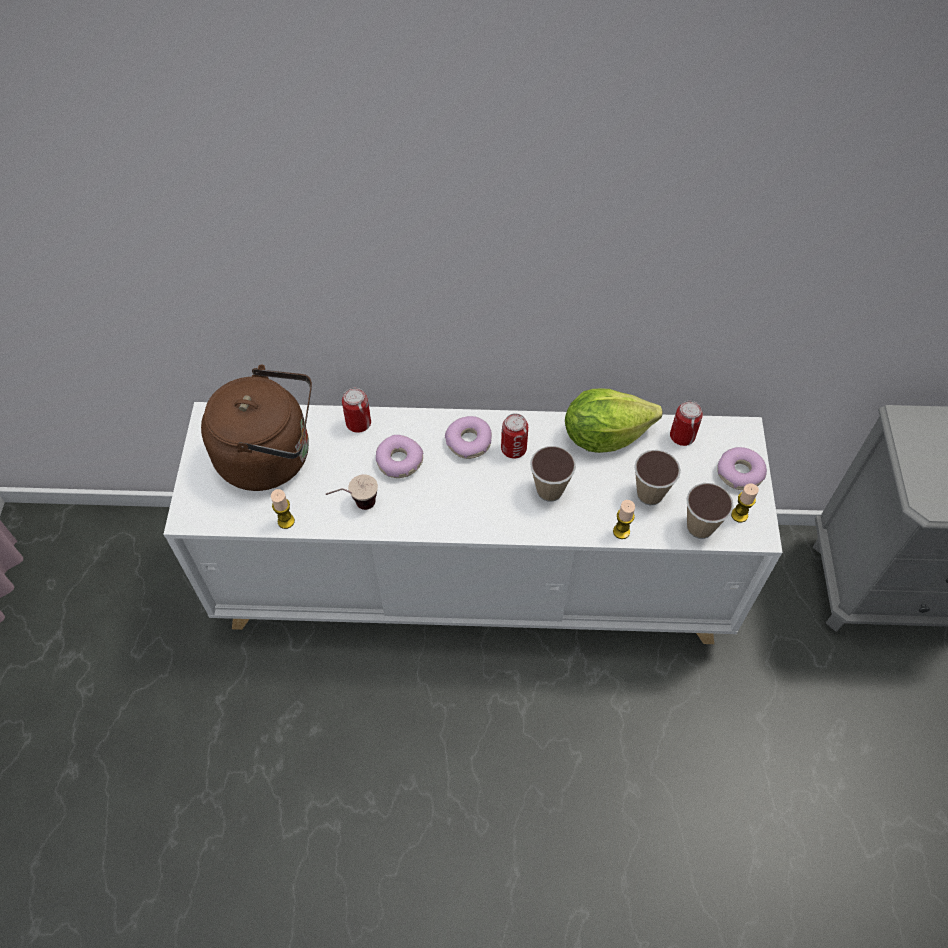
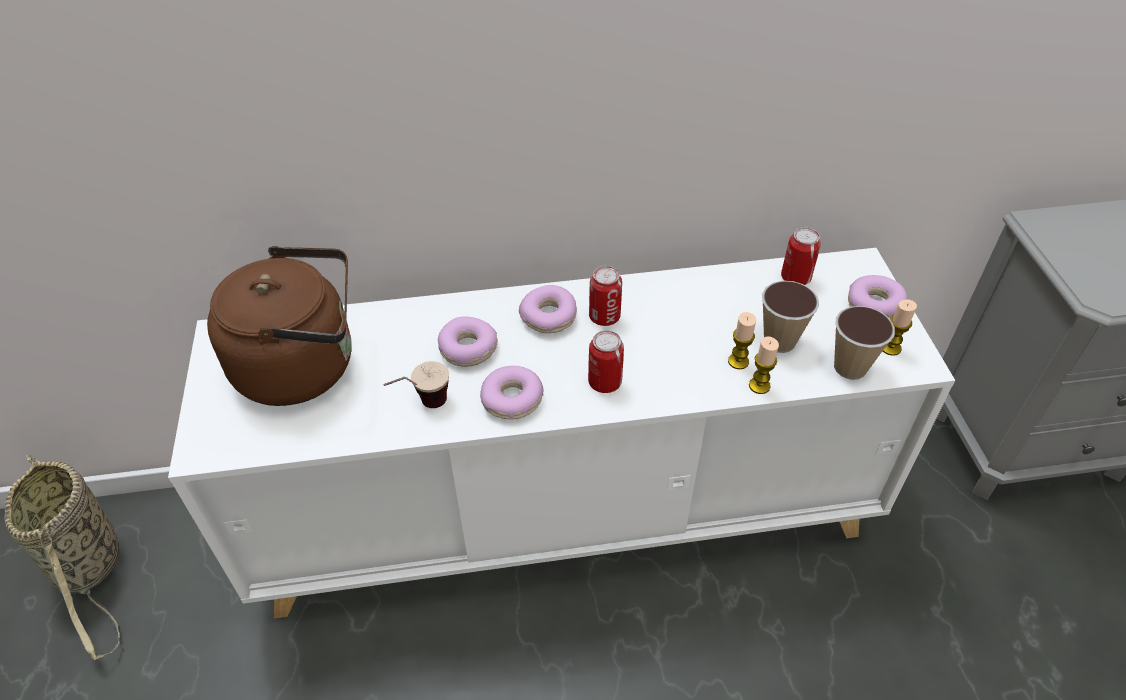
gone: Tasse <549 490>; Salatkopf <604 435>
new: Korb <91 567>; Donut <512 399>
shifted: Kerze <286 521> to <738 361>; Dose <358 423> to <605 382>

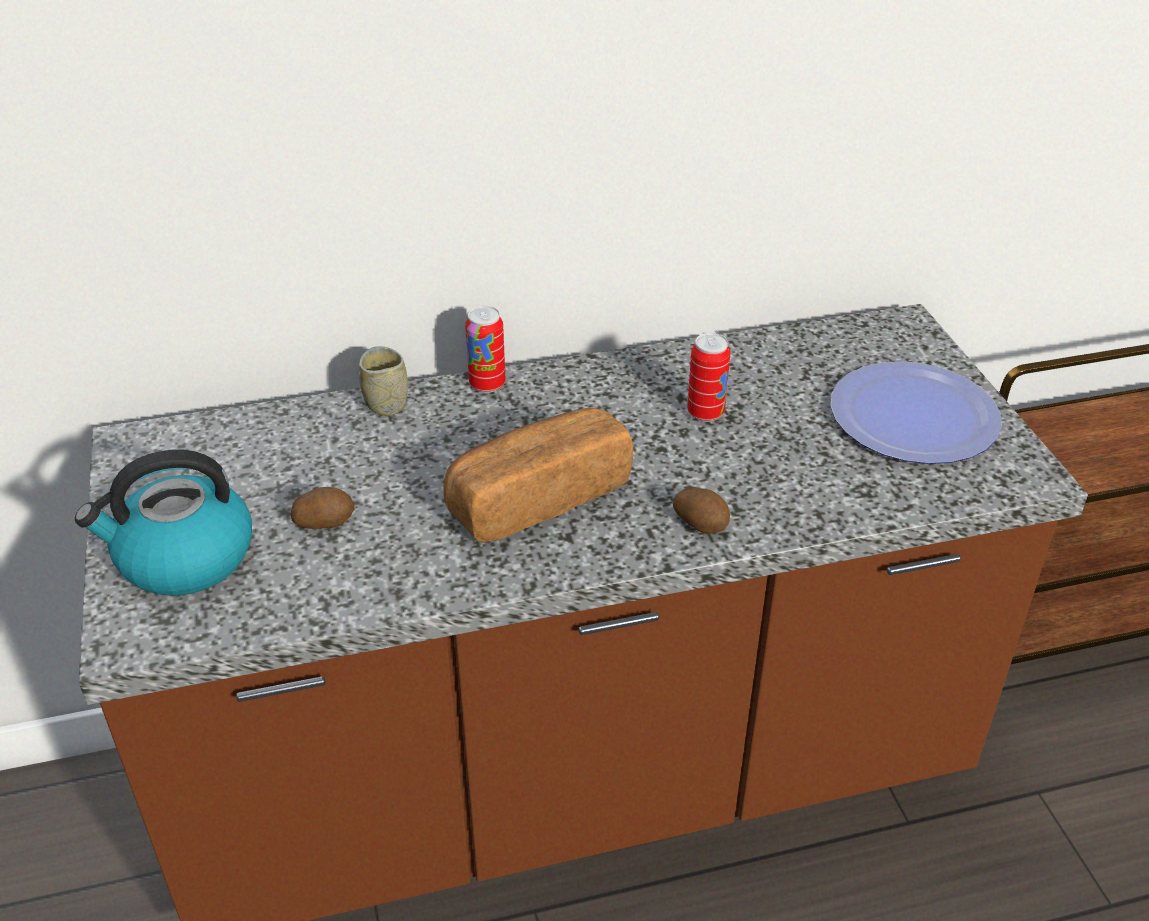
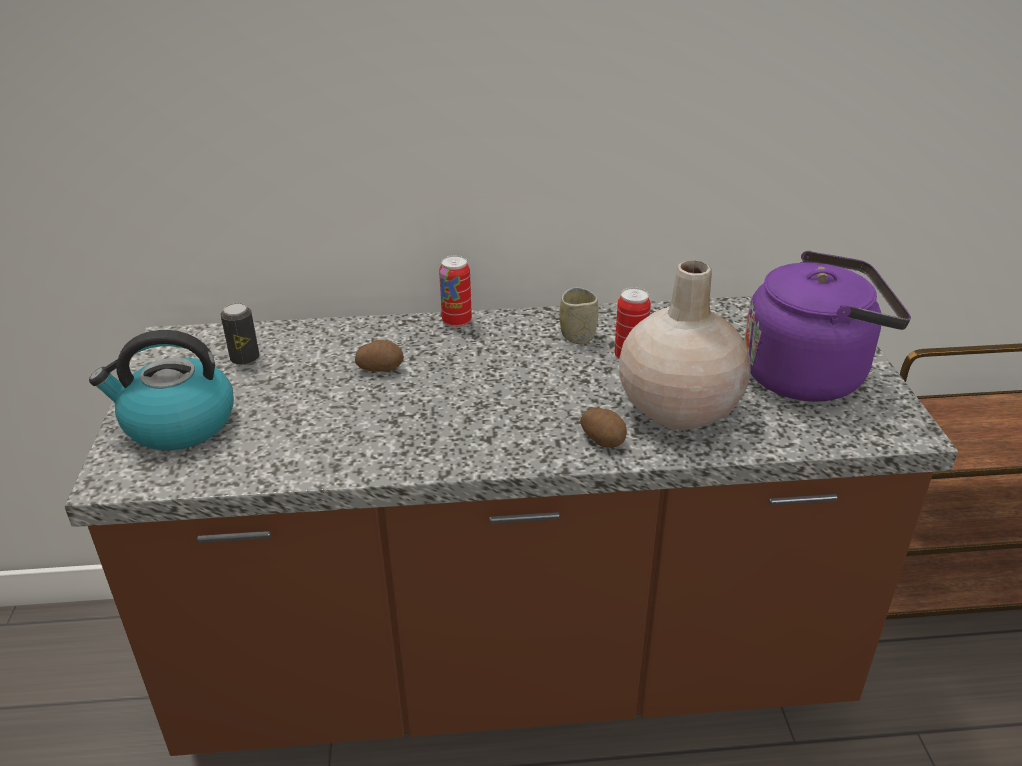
gone: Brot <537 497>
new: Dose <245 358>; Vase [beige] <678 407>
shifted: Kartoffel <324 521> to <380 367>; Tasse <386 404> to <578 336>
swapped: Teller <914 416> to Wasserkessel [lila] <810 375>

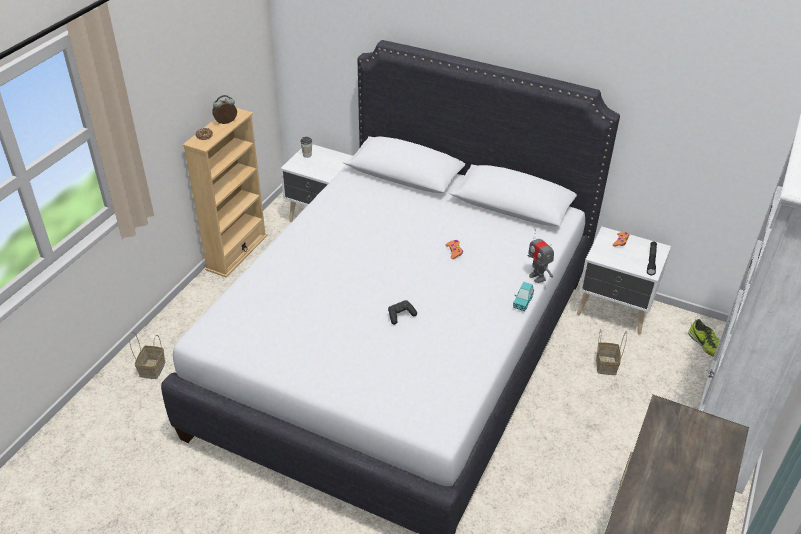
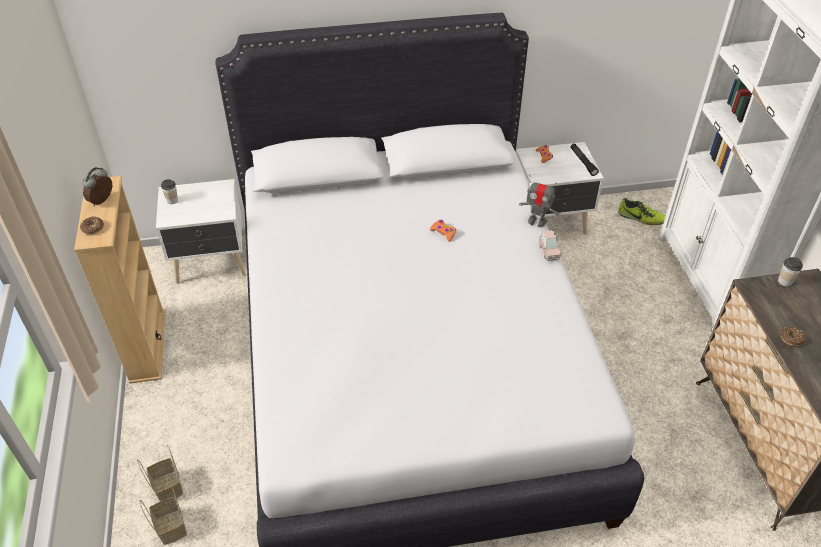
gone: Gamepad [schwarz] <400 315>
new: Tasse <784 281>; Donut <791 339>
shifted: Korb <605 364> to <167 486>
repainted: Spielzeugauto [türkis] <522 302> to Spielzeugauto [rosa] <549 252>

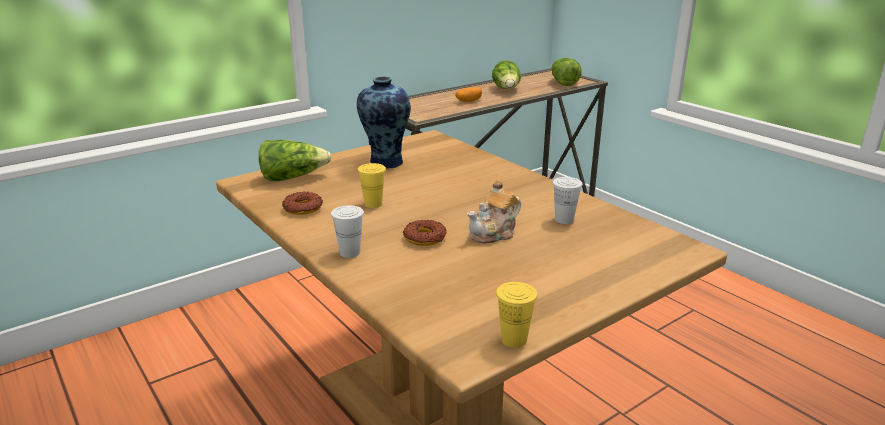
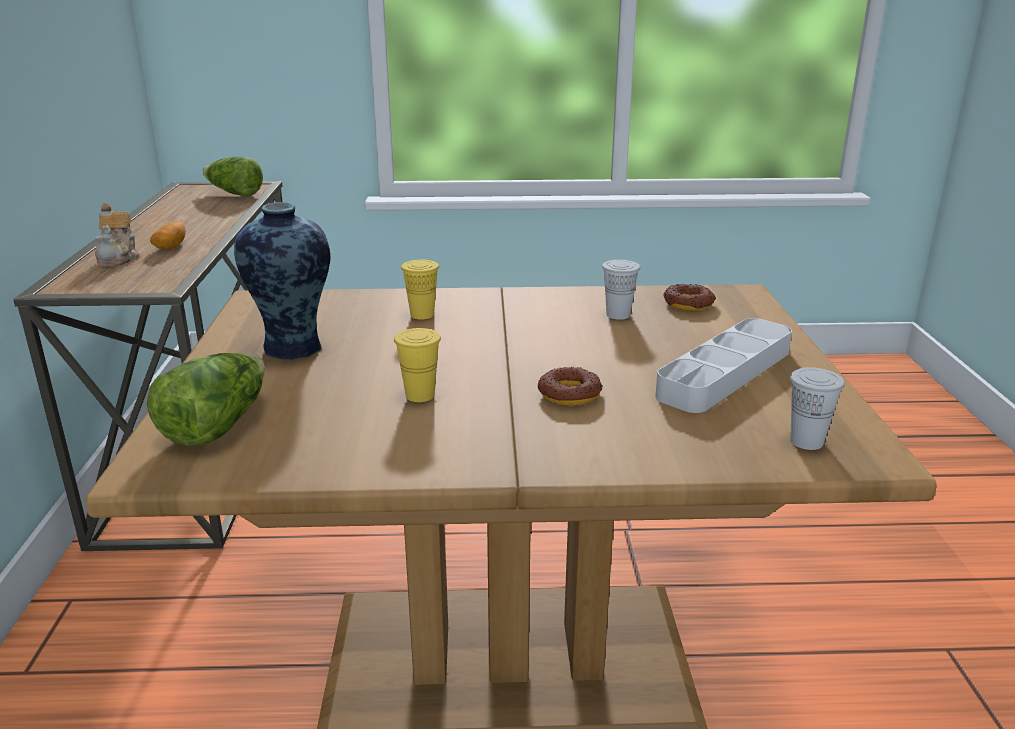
gone: Salatkopf <507 90>
new: Tablett [grau] <725 373>
shifted: Donut <302 208> to <688 304>; Tasse [weiß] <350 252> to <806 441>; Teekanne <494 234> to <119 258>; Tasse [gelb] <514 340> to <422 315>

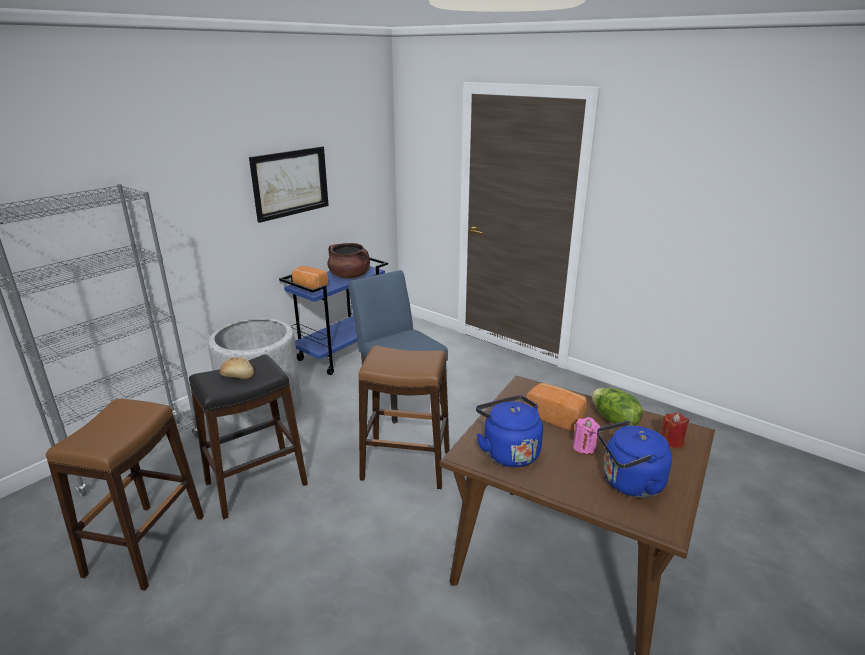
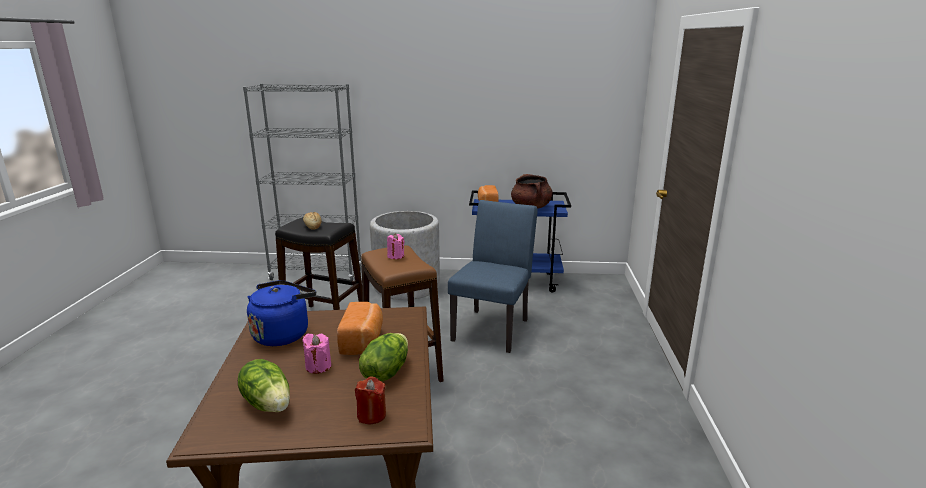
gone: Hocker [braun] <146 544>; Bild <290 183>
new: Kerze [rosa] <396 256>
swapped: Wasserkessel [blau] <629 483> to Salatkopf <268 403>

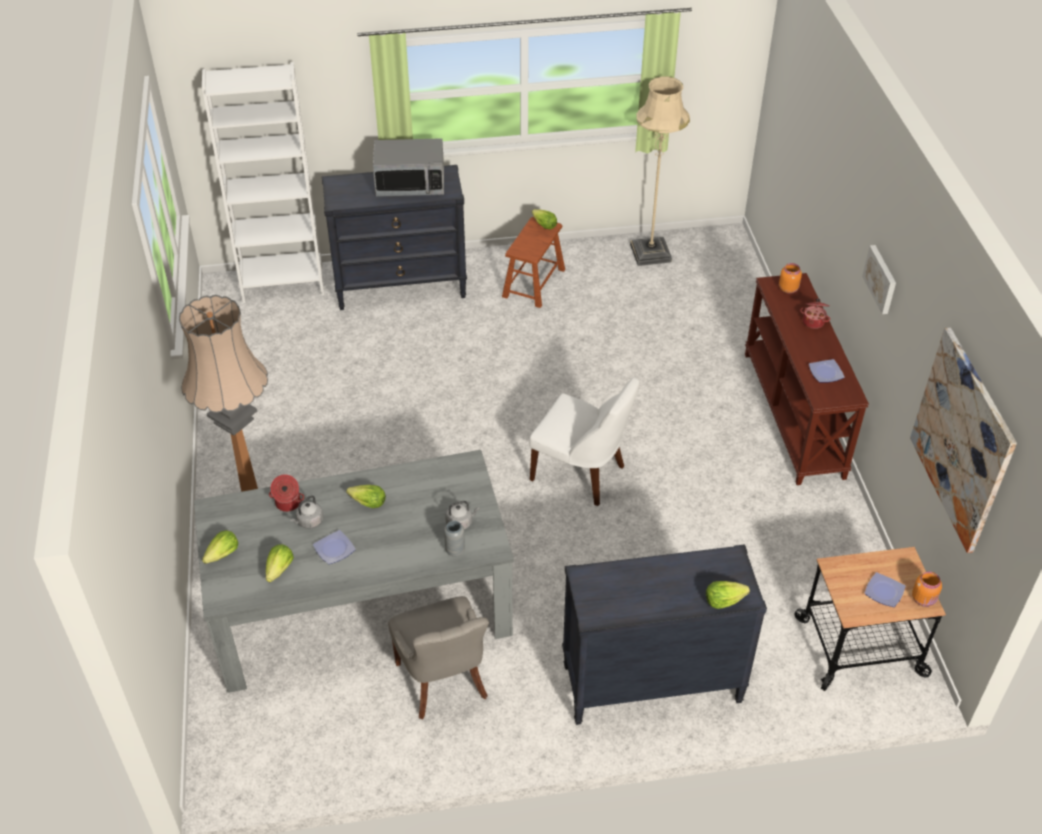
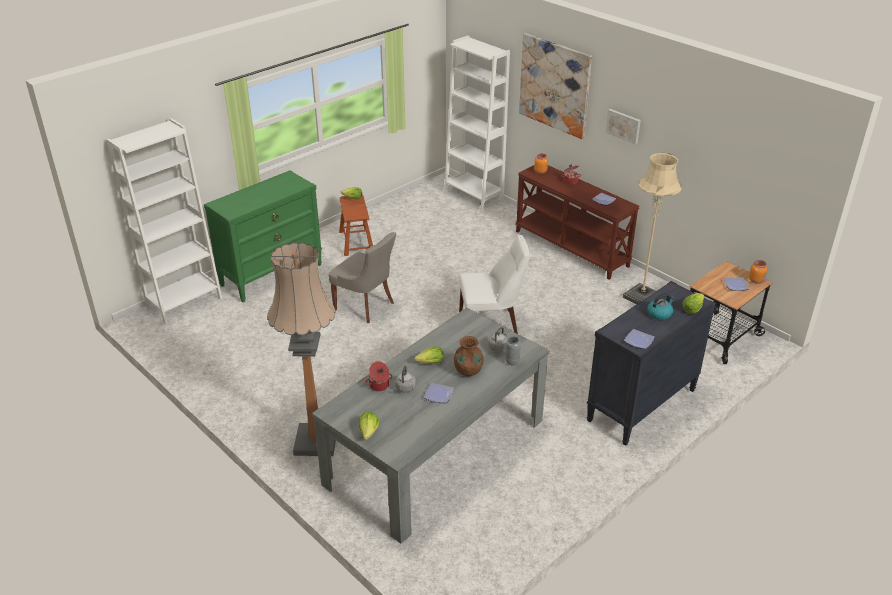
gone: Salatkopf <280 570>; Mikrowelle <410 184>
new: Bücherregal [weiß] <473 196>; Vase [braun] <468 371>; Teller <639 341>; Wasserkessel <659 313>
shifted: Stuhl [grau] <443 682> to <365 306>; Stehlampe [beige] <650 253> to <642 297>; Bild <962 440> to <554 85>
repainted: Kommode [schwarz] <401 287> to Kommode [grün] <272 274>

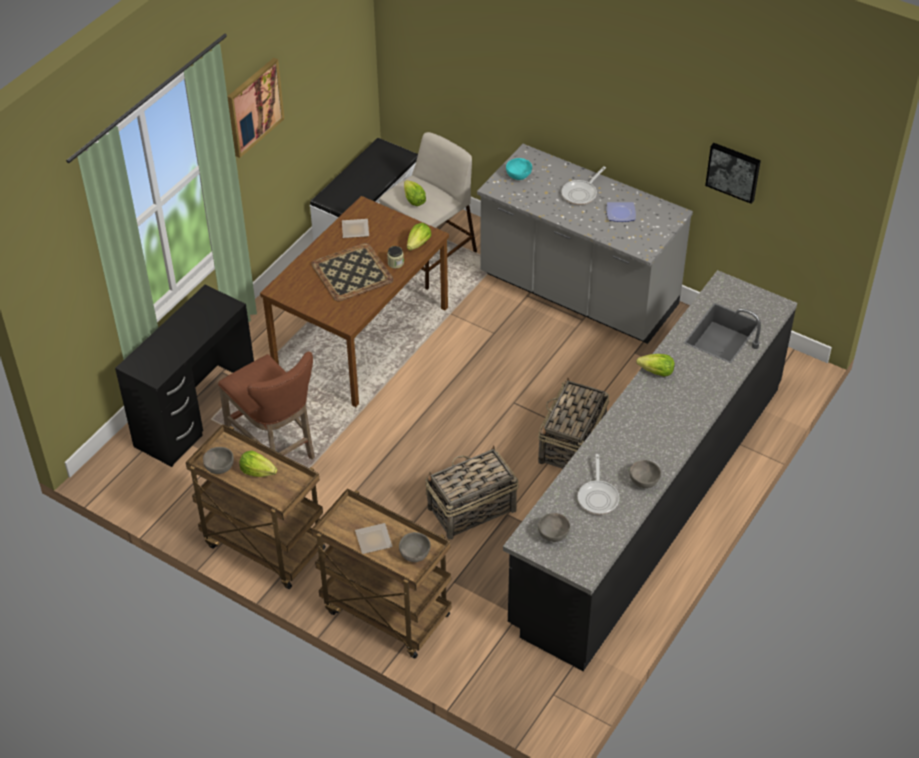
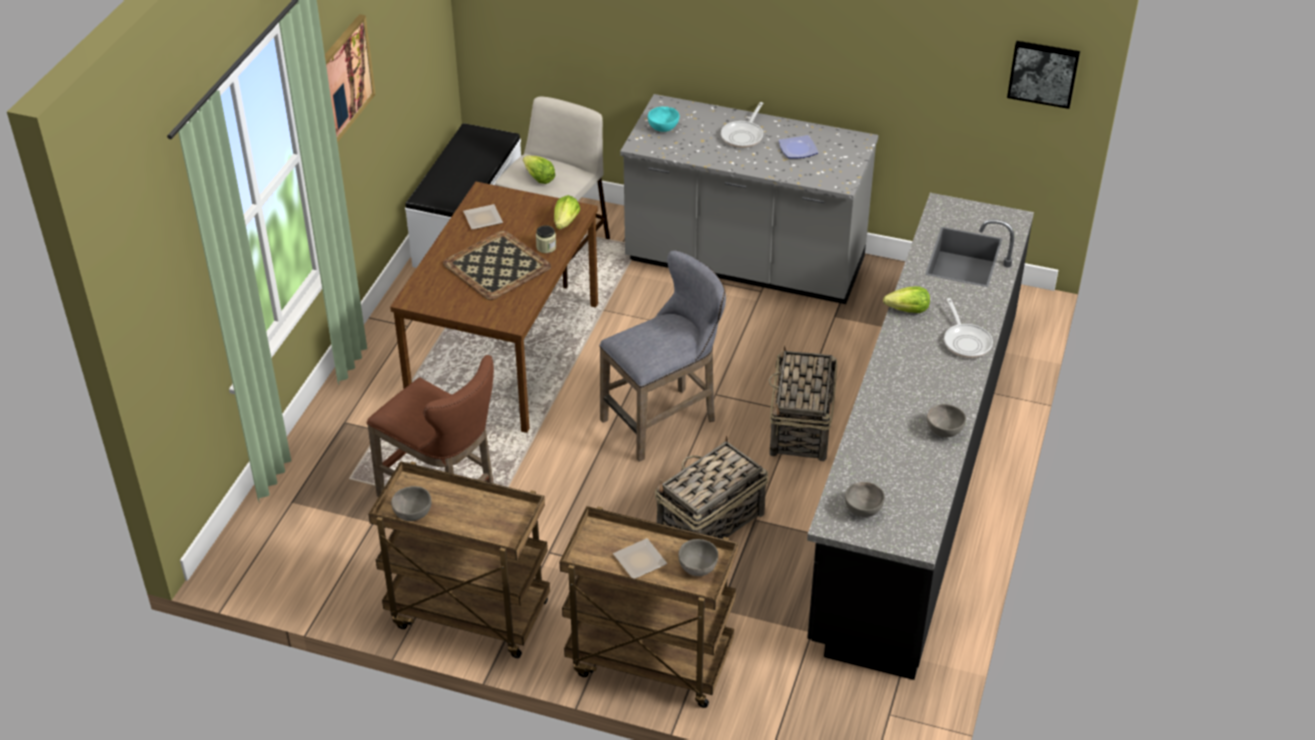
gone: Schreibtisch [schwarz] <196 413>; Salatkopf <257 471>
new: Hocker [grau] <665 420>
shifted: Pfanne <598 497> to <966 341>; Bild <734 171> to <1043 72>

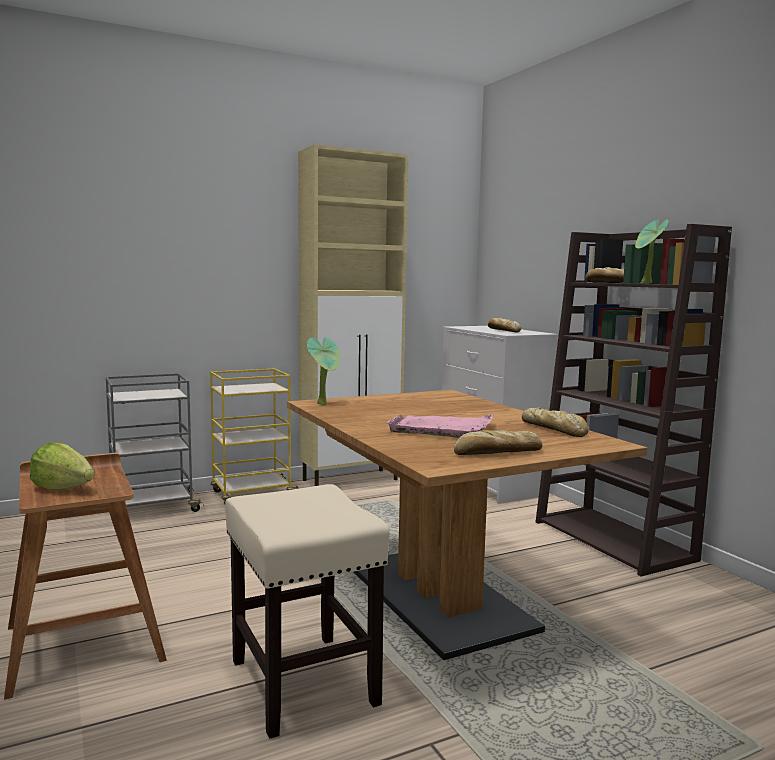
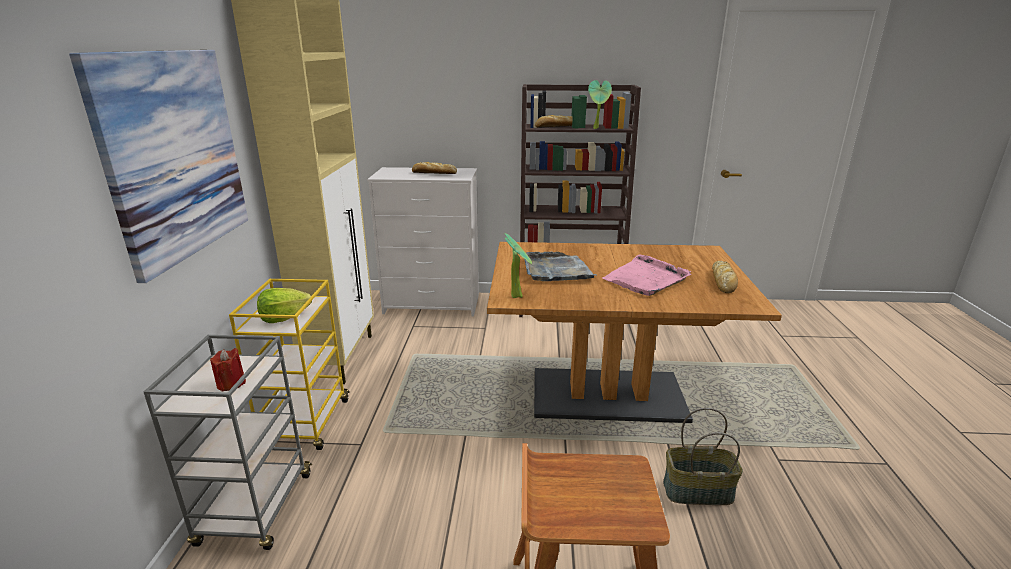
gone: Brot <554 429>
new: Bild <174 156>; Kerze [rot] <231 383>; Tablett [grau] <556 270>
shifted: Salatkopf <63 488> to <284 318>
swapped: Hocker [beige] <302 681> to Korb <697 492>

